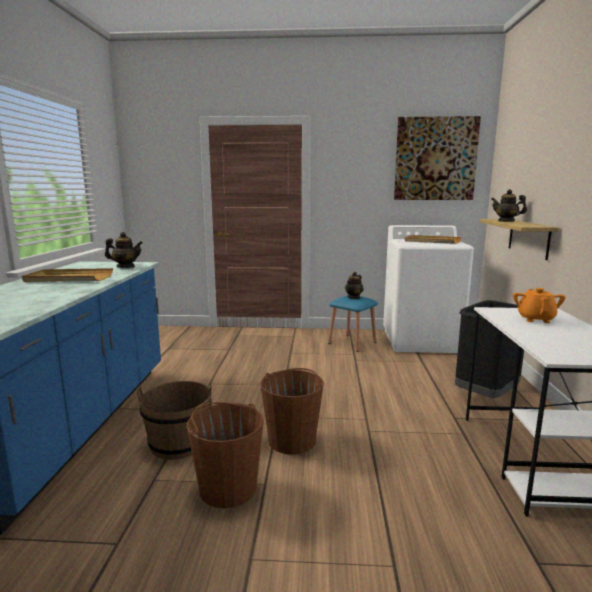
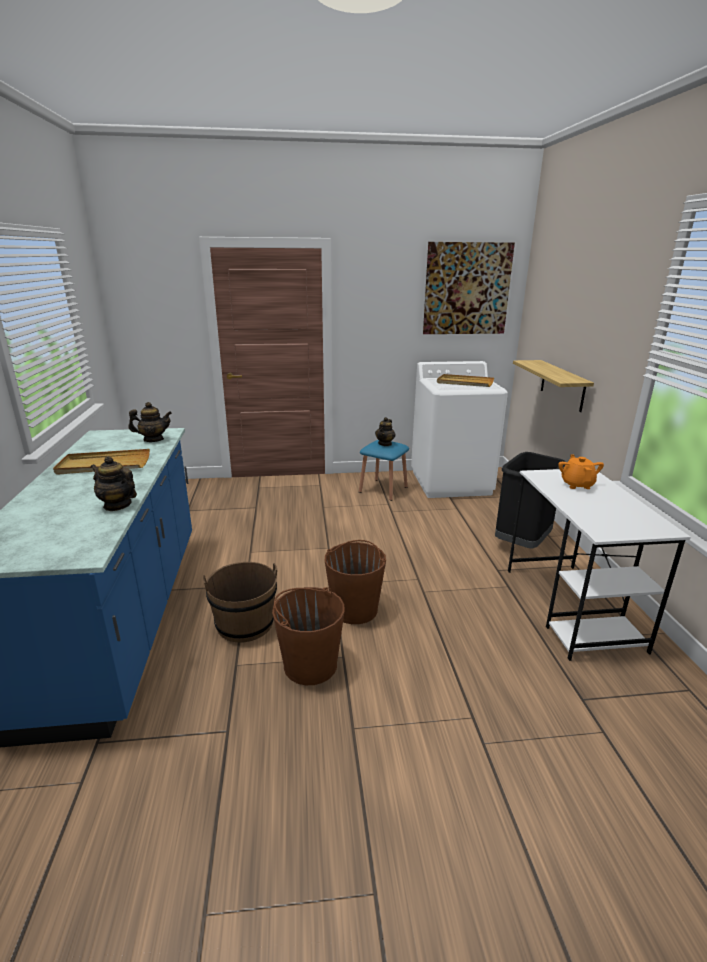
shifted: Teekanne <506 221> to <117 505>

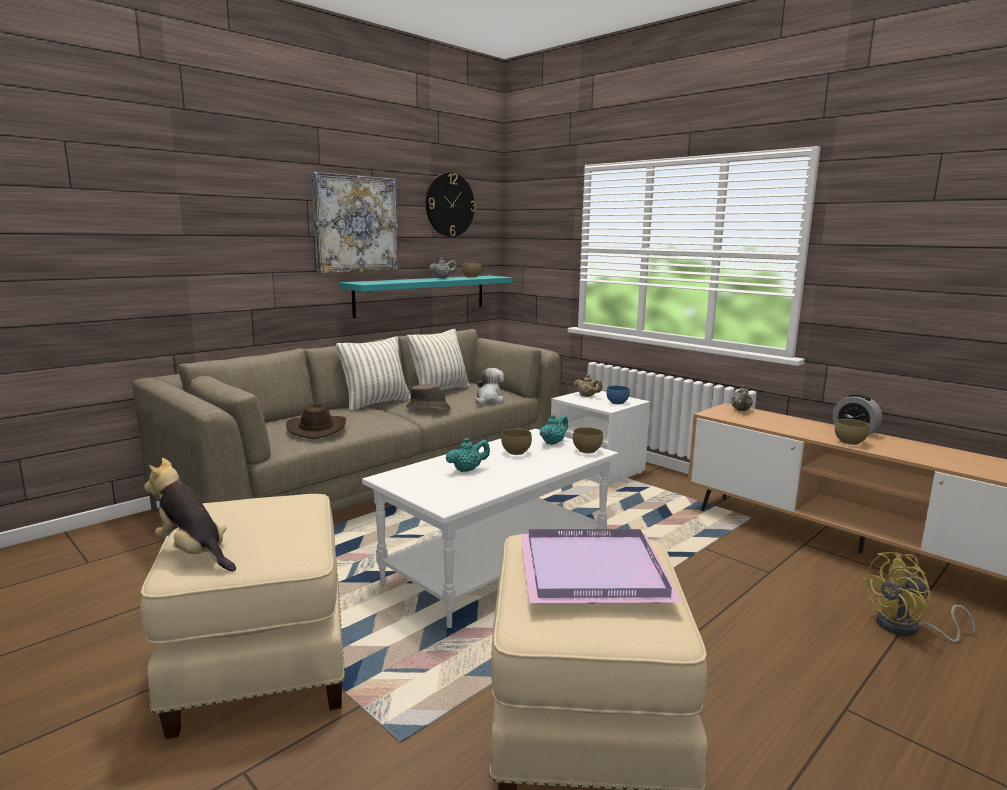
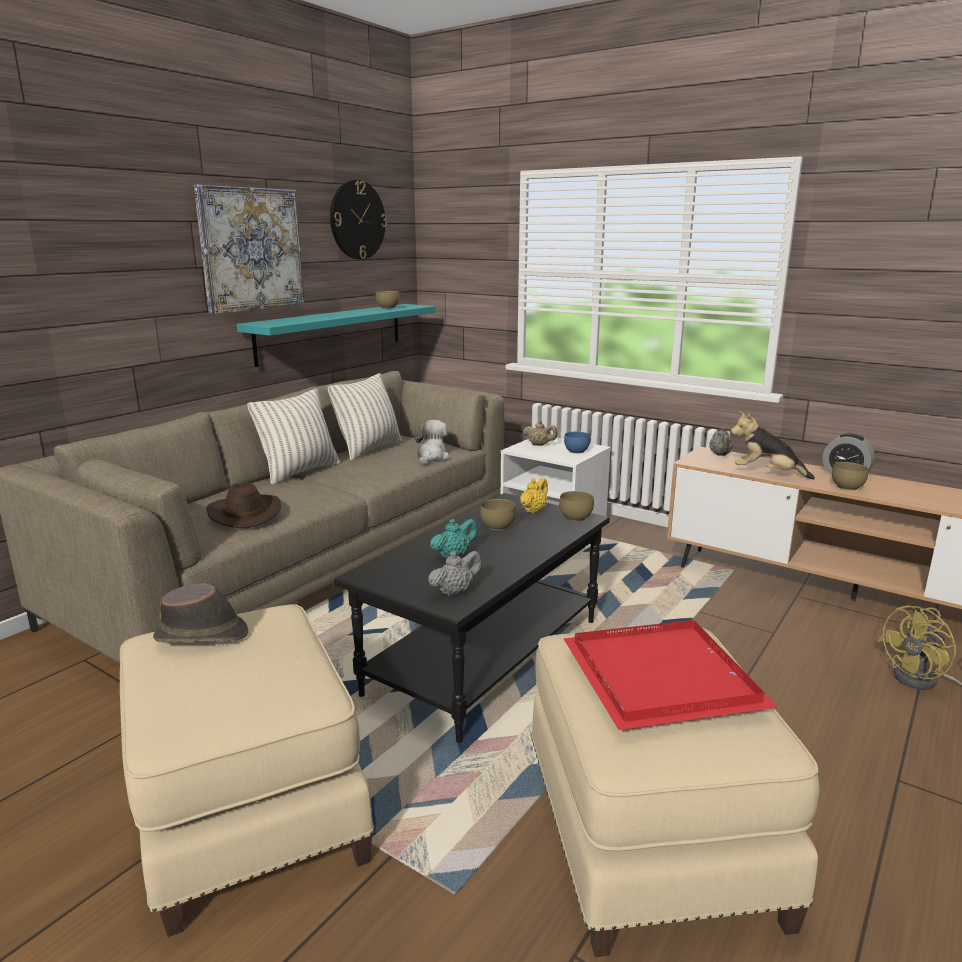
shifted: Plüschtier <194 553> to <766 474>; Hut [braun] <429 409> to <202 635>; Teekanne [grau] <442 278> to <455 591>
repainted: Couchtisch [weiß] <497 564> to Couchtisch [schwarz] <484 655>; Tablett [lila] <596 572> to Tablett [rot] <665 678>; Teekanne [türkis] <553 443> to Teekanne [gelb] <533 510>

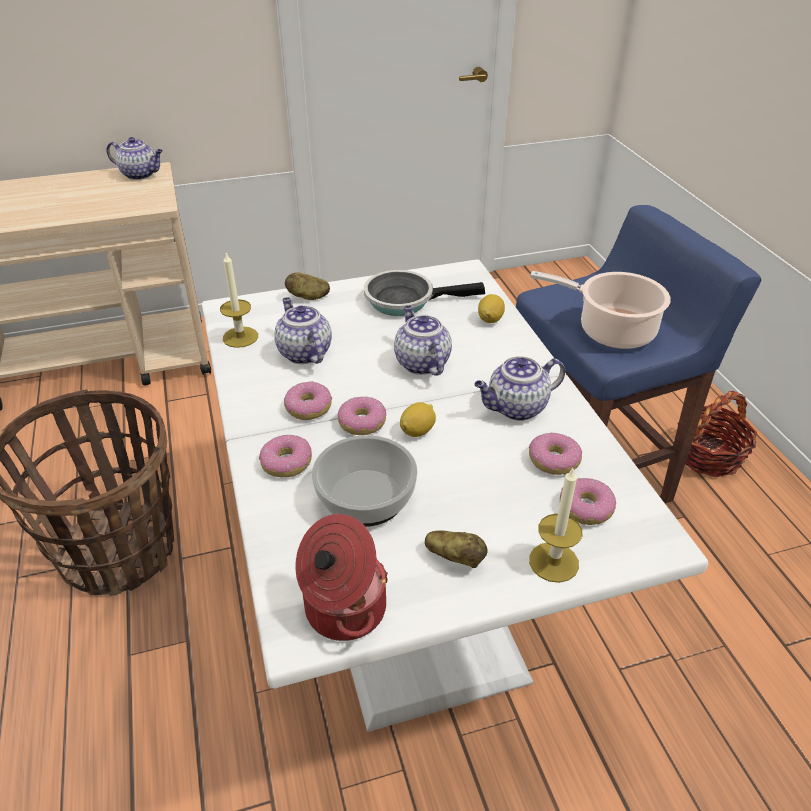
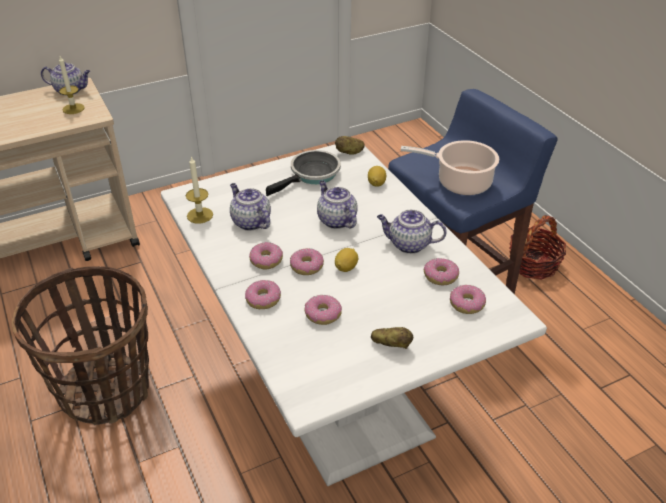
gone: Kochtopf <343 609>
shifted: Kartoffel <308 297> to <349 152>; Kerze <553 562> to <73 108>
swapped: Schüssel <364 496> to Donut <322 314>
rotated: Pfanne <405 300> = <312 175> 150 degrees clockwise; Teekanne <516 408> = <408 245> 45 degrees clockwise

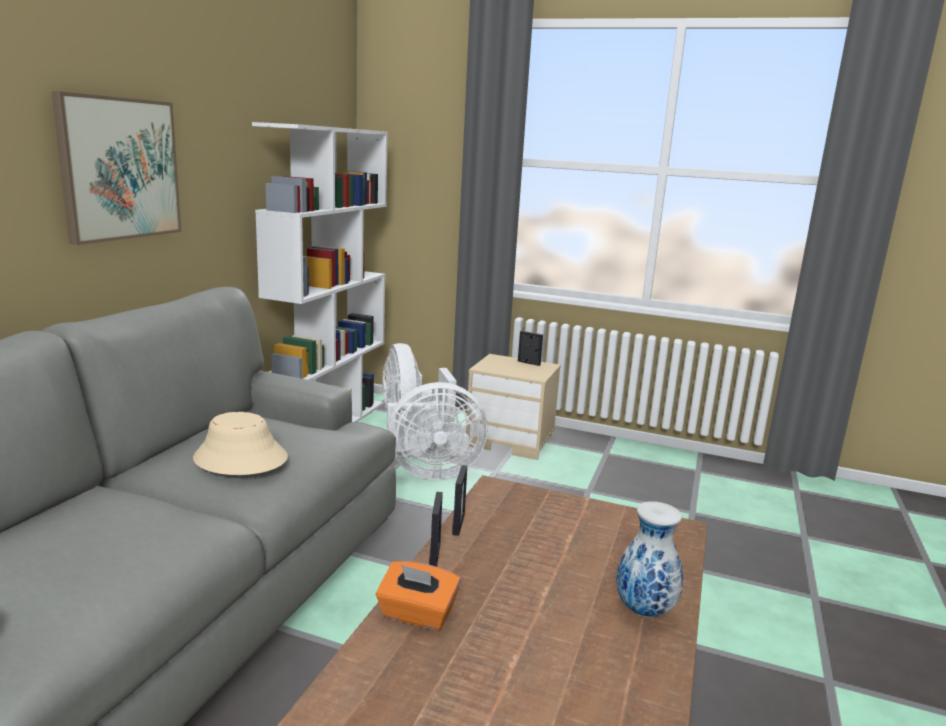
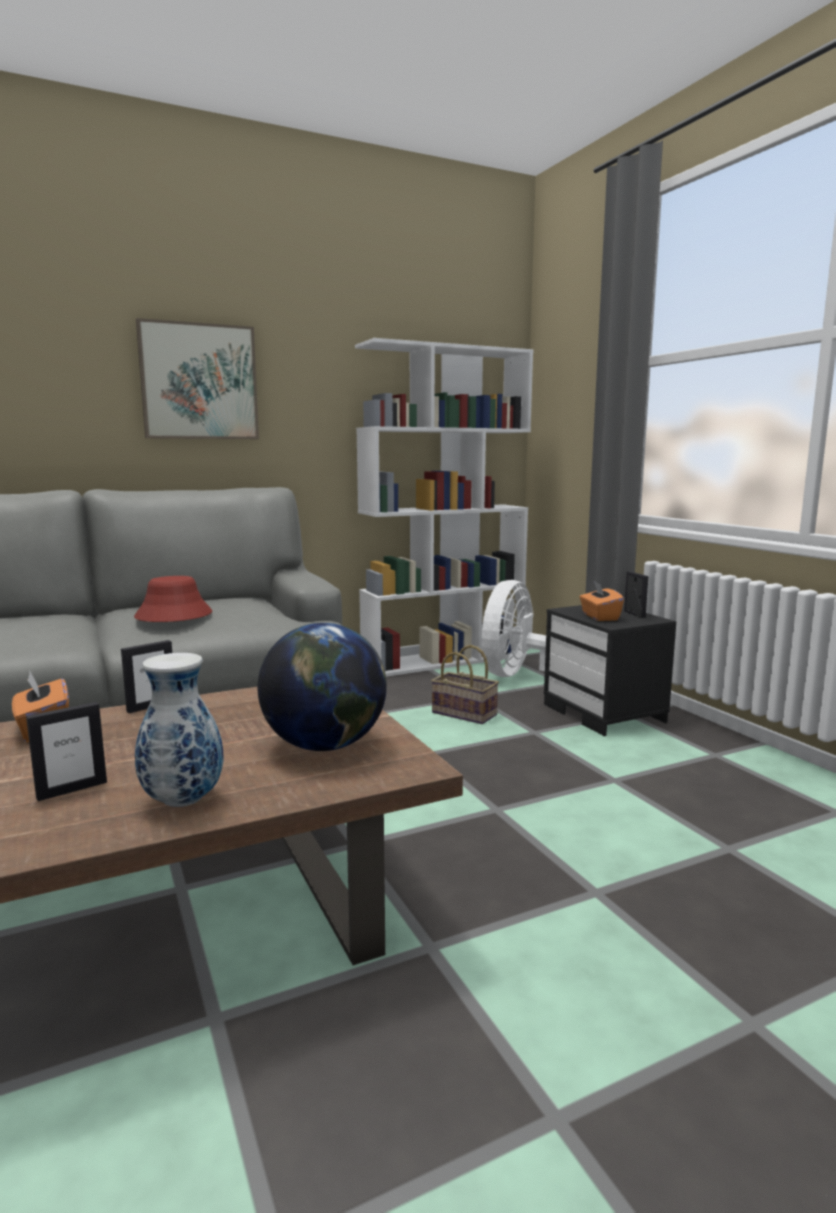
new: Globus <325 745>; Taschentuchbox [orange] <599 617>
shifted: Bilderrahmen <458 524> to <72 790>
swapped: Ventilator [weiß] <430 471> to Korb <466 714>
repainted: Hut [beige] <240 458> to Hut [rot] <173 616>; Nachttisch [beige] <511 441> to Nachttisch [schwarz] <605 713>

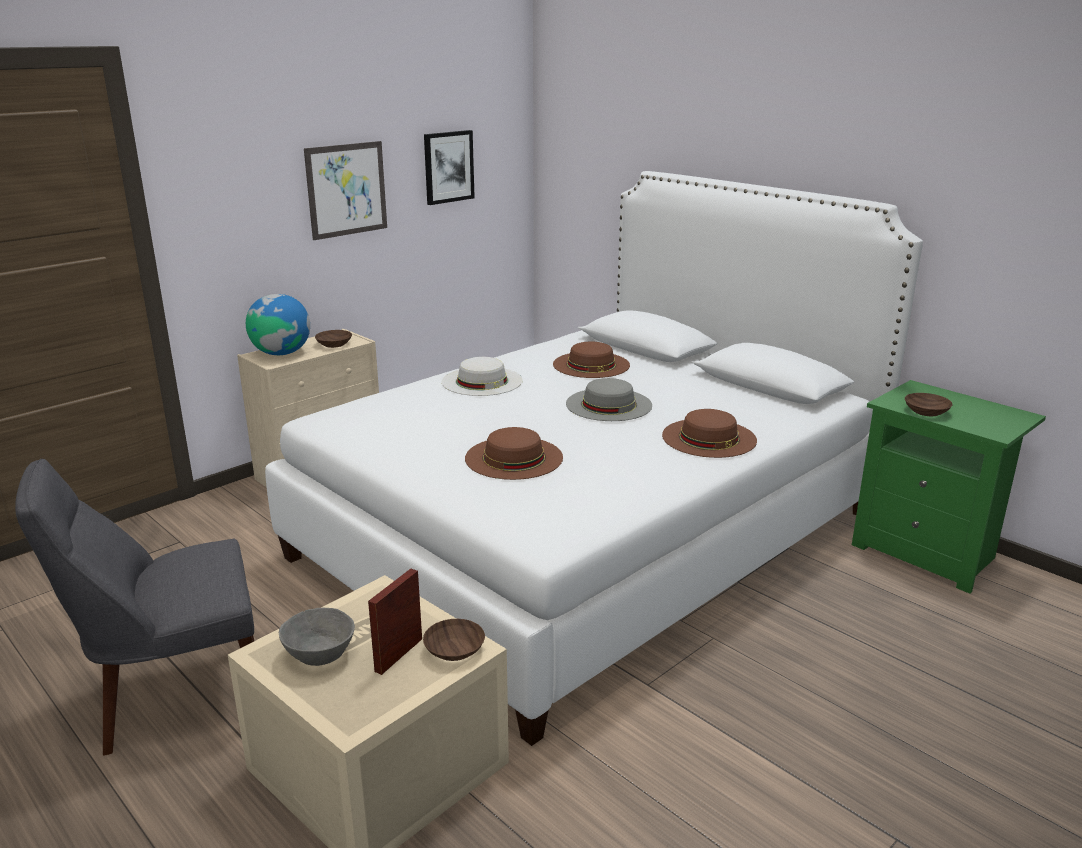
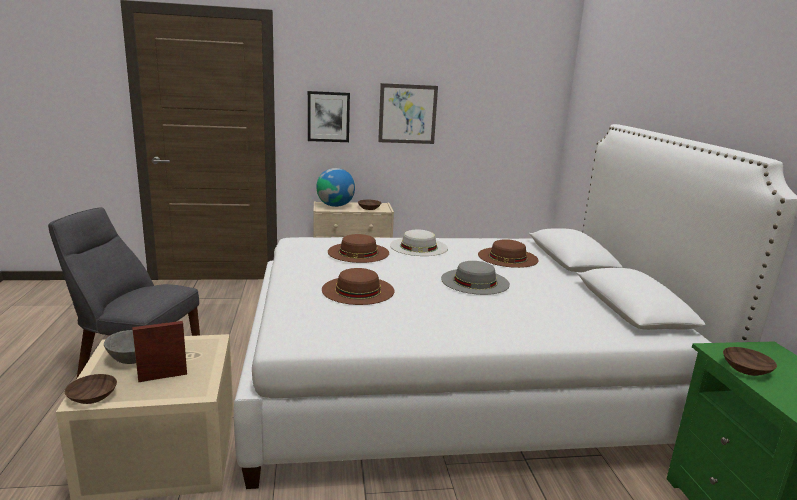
shifted: Schüssel [braun] <455 651> to <92 397>; Bild <448 167> to <328 116>; Hut [braun] <709 438> to <358 252>

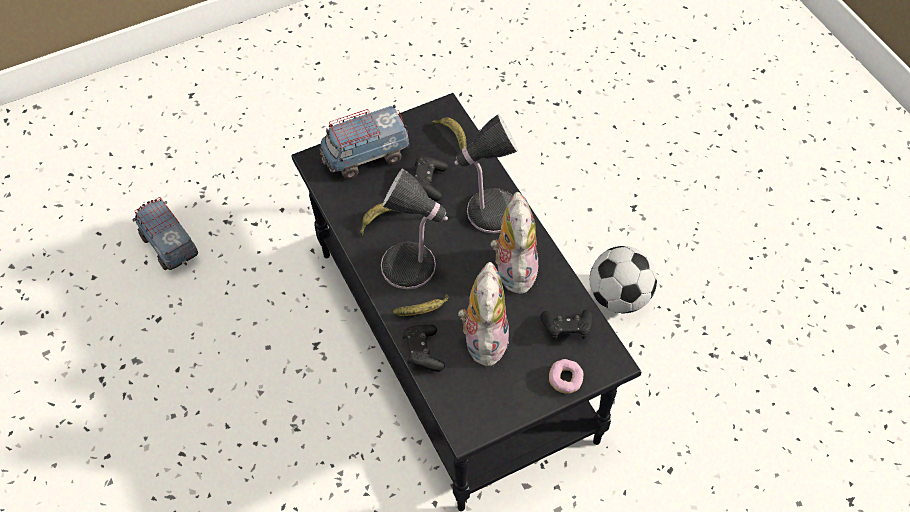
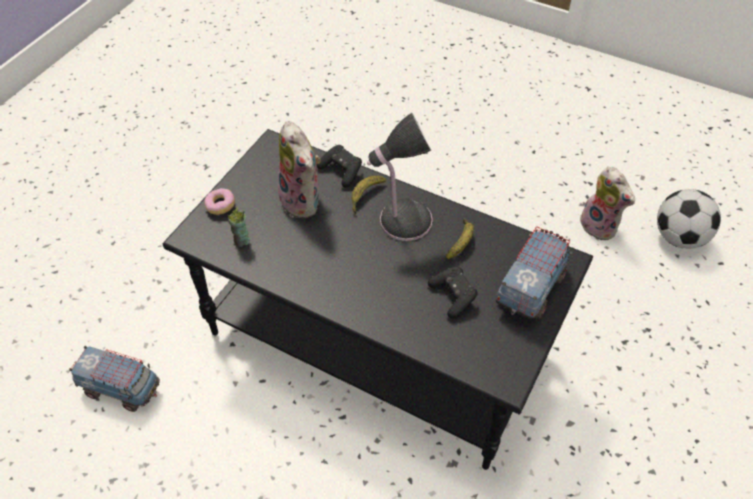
gone: Banane <451 136>; Tischlampe <489 212>
shifted: Spielzeuglaster <169 245> to <121 388>; Plüschtier <513 269> to <600 226>; Fußball <618 297> to <679 238>
swapped: Gamepad [schwarz] <566 329> to Tasse <241 241>

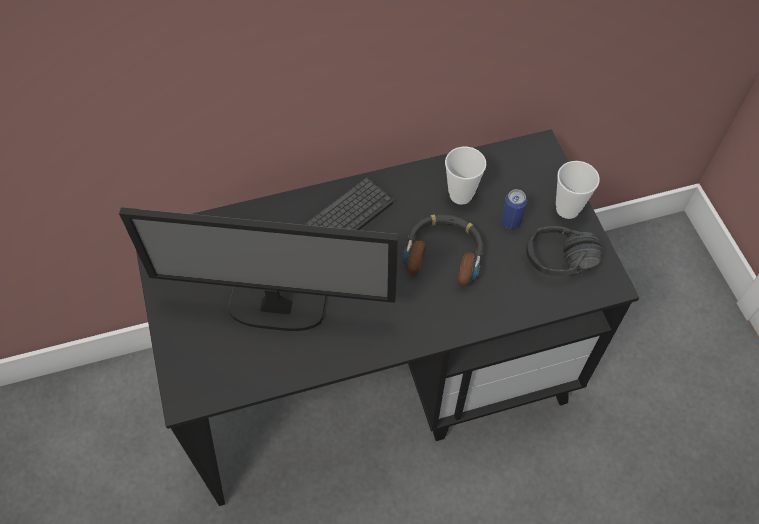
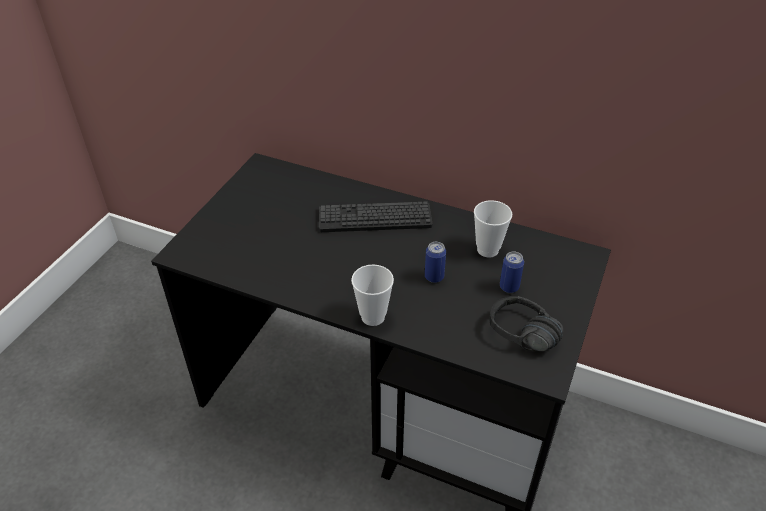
gone: Monitor <276 309>
shifted: Tasse <567 209> to <373 317>
swapped: Kopfhörer <444 253> to Dose <434 277>

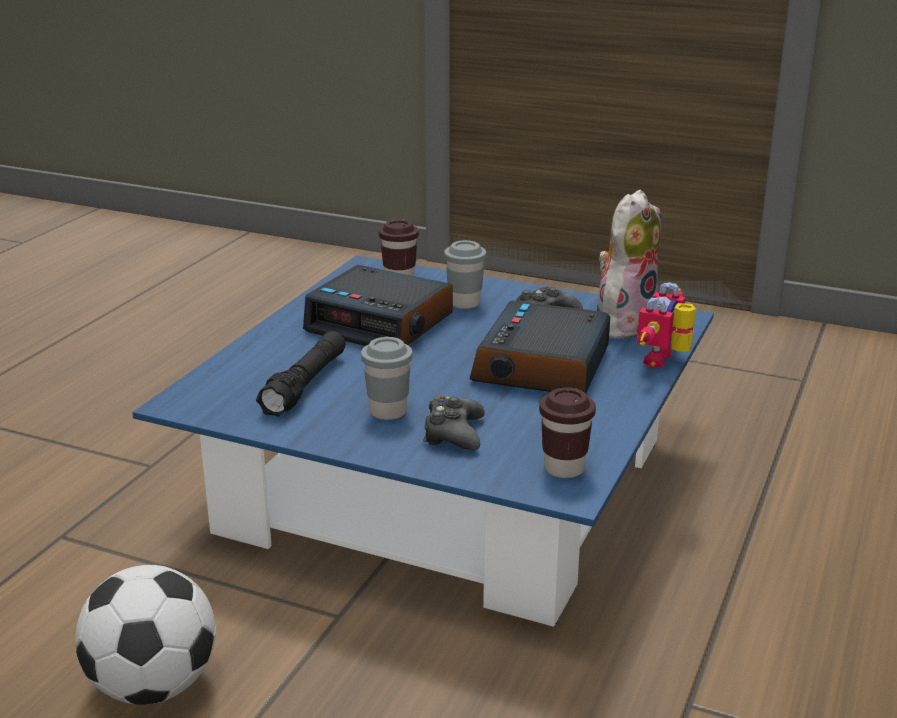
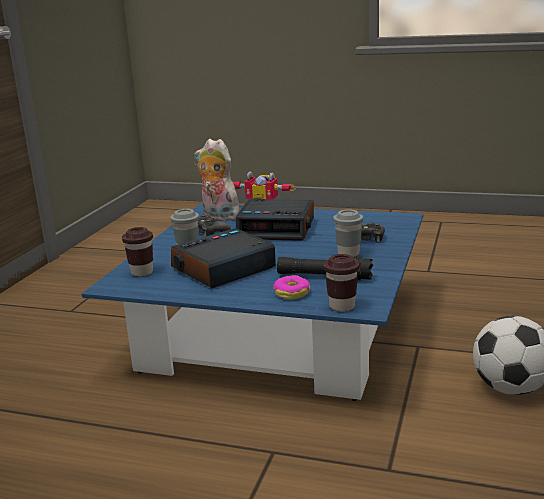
new: Donut <292 293>
shifted: Tasse [braun] <564 469> to <342 306>
rotated: Wecker <381 323> = <223 269> 150 degrees counterclockwise

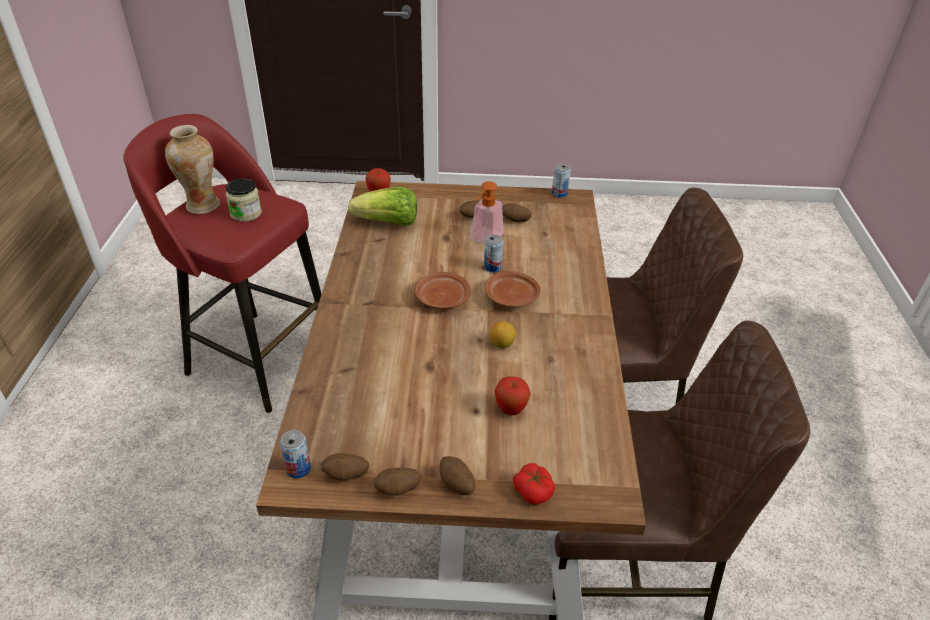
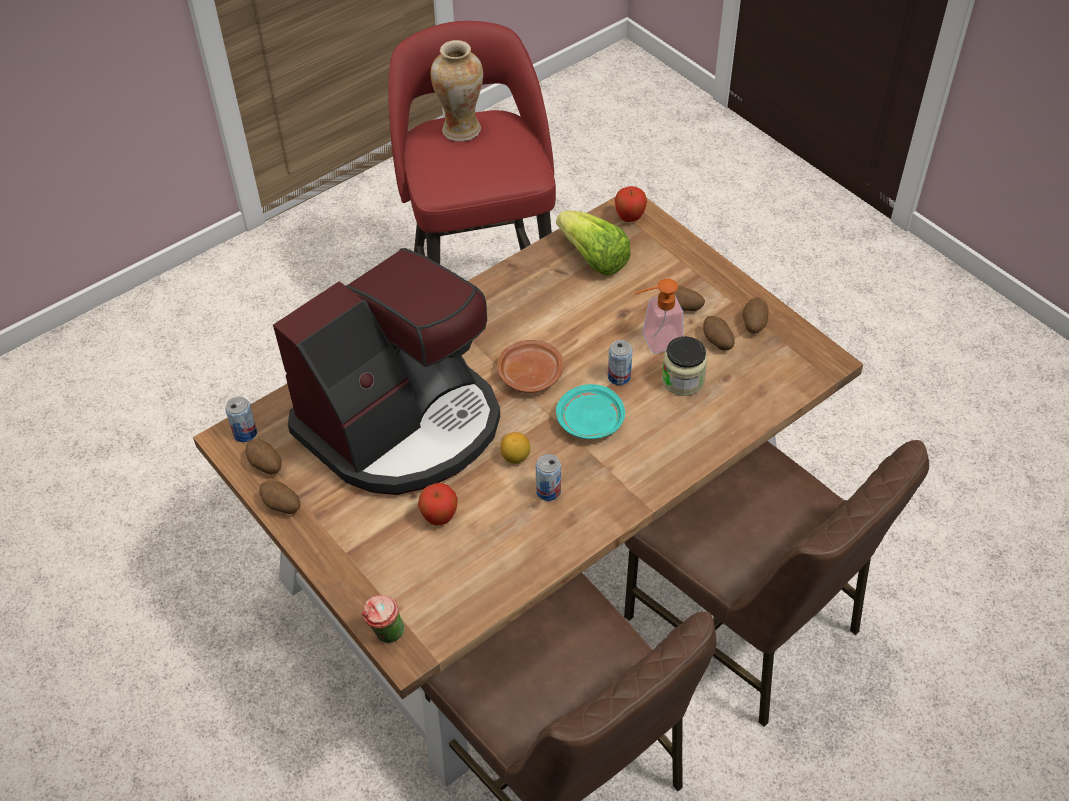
gone: Tomate <533 490>
new: Kaffeemaschine <402 424>; Tasse <386 636>
shifted: Vorratsglas <246 213> to <683 380>; Kartoffel <456 484> to <753 324>; Dose <559 194> to <548 491>
repainted: Teller [braun] <512 297> to Teller [türkis] <590 421>

